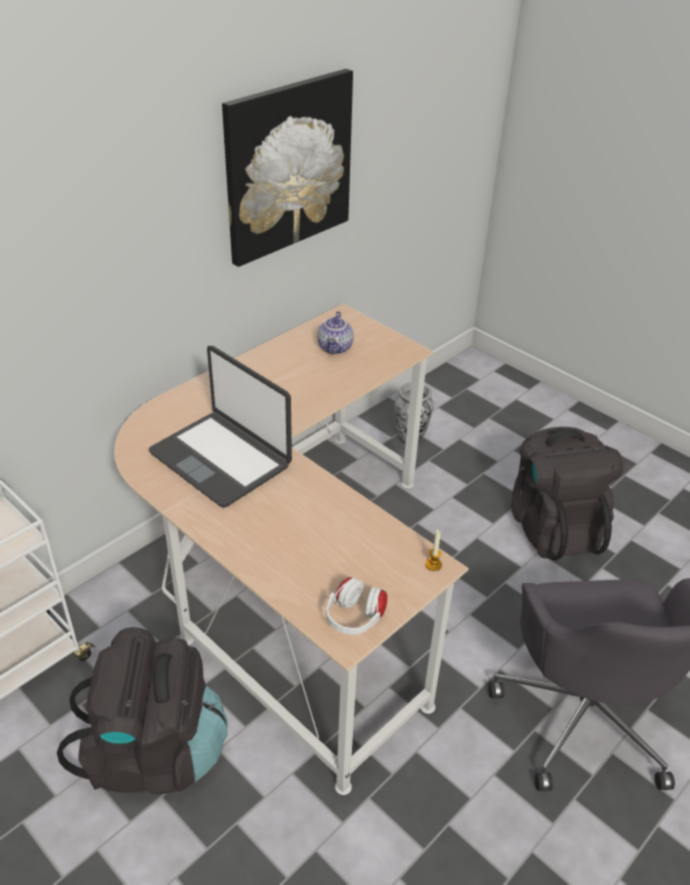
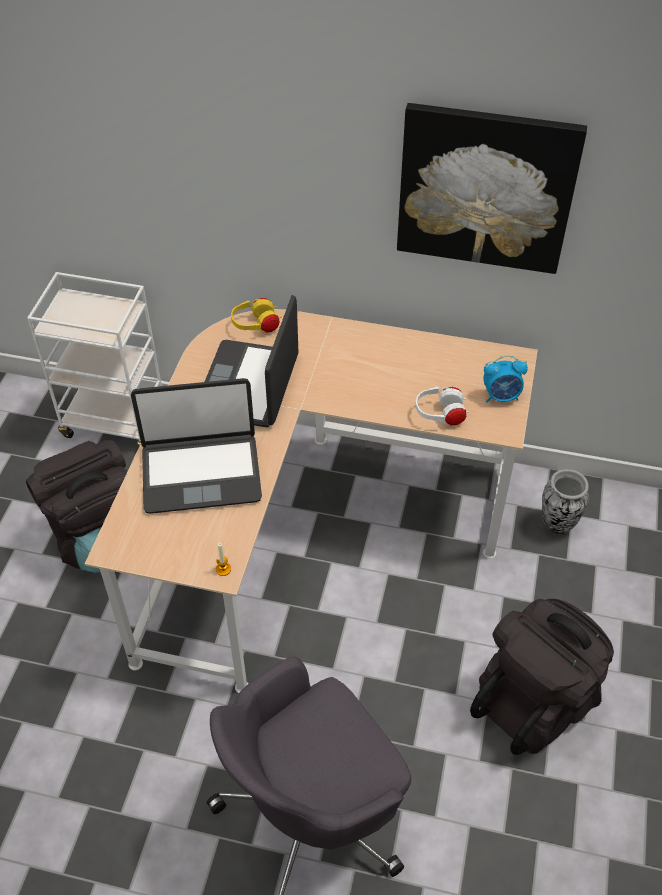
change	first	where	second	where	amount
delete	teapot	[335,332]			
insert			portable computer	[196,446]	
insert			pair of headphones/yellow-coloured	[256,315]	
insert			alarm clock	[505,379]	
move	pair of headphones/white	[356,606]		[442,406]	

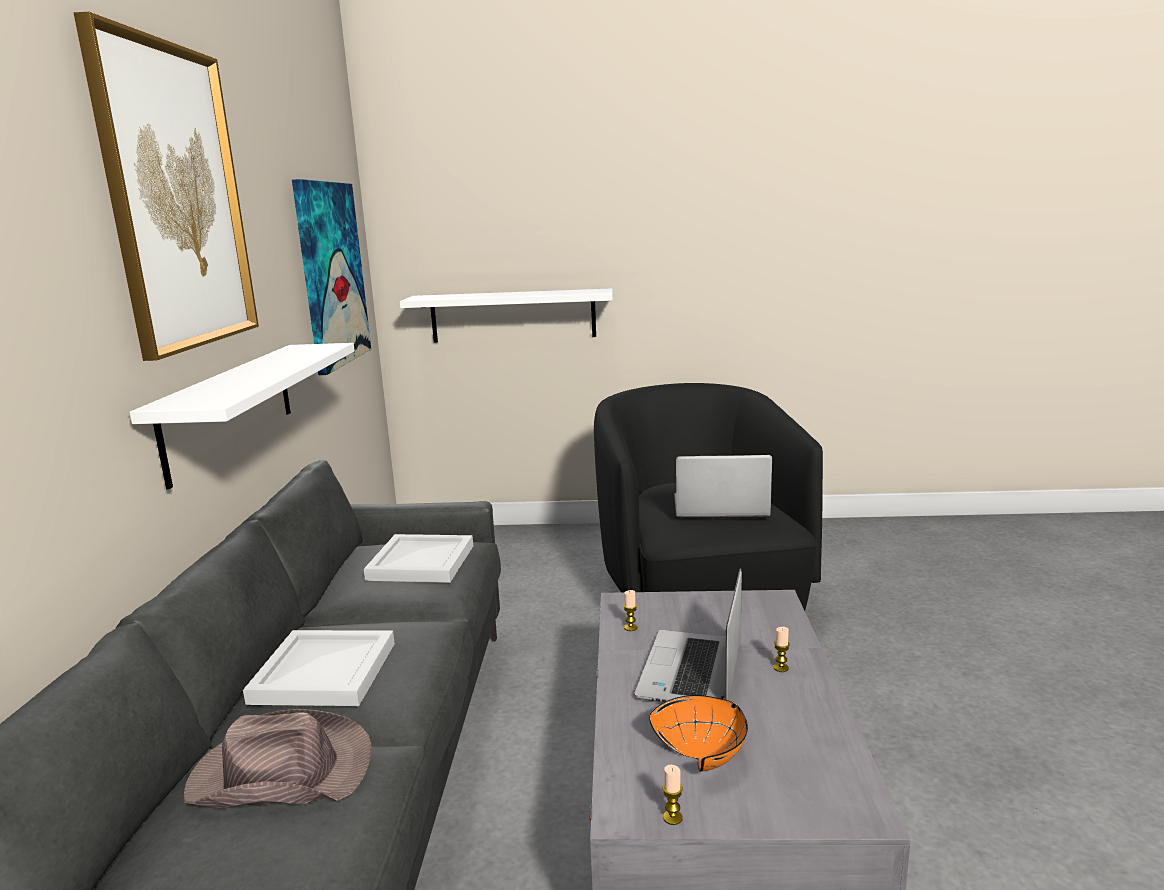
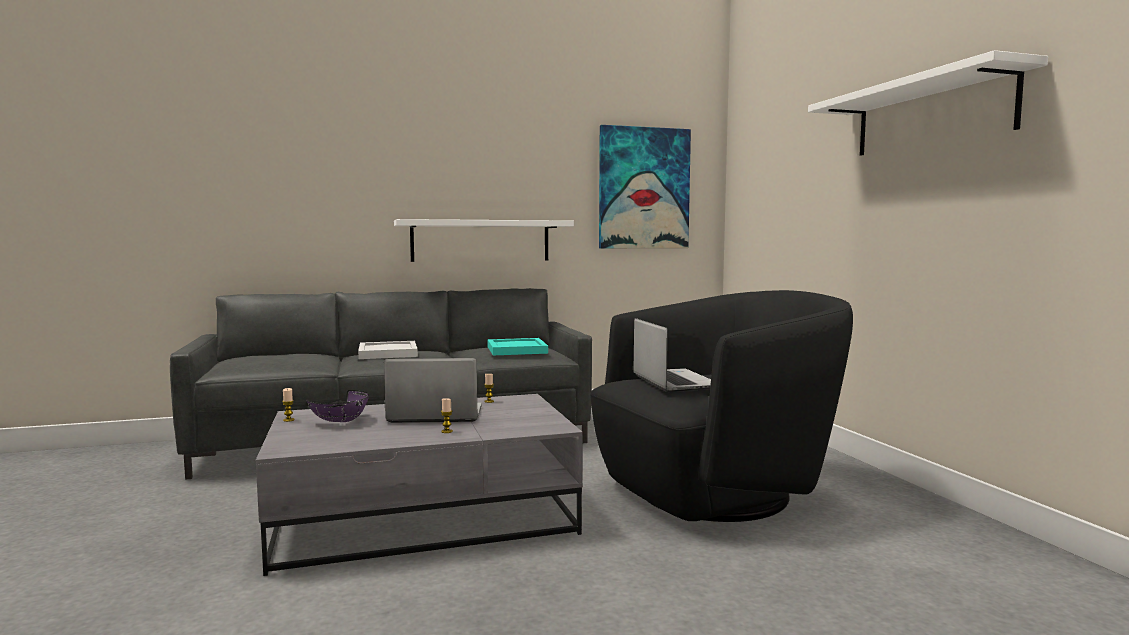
change	first	where	second	where	amount
delete	wall art	[166,186]			
delete	wearable hat/brown	[277,758]			
move	wall shelf/white	[506,315]		[928,103]	
recolor	carrying tray/white	[418,558]	carrying tray/blue-green	[517,346]	
recolor	serving bowl/orange	[698,733]	serving bowl/purple	[337,406]	

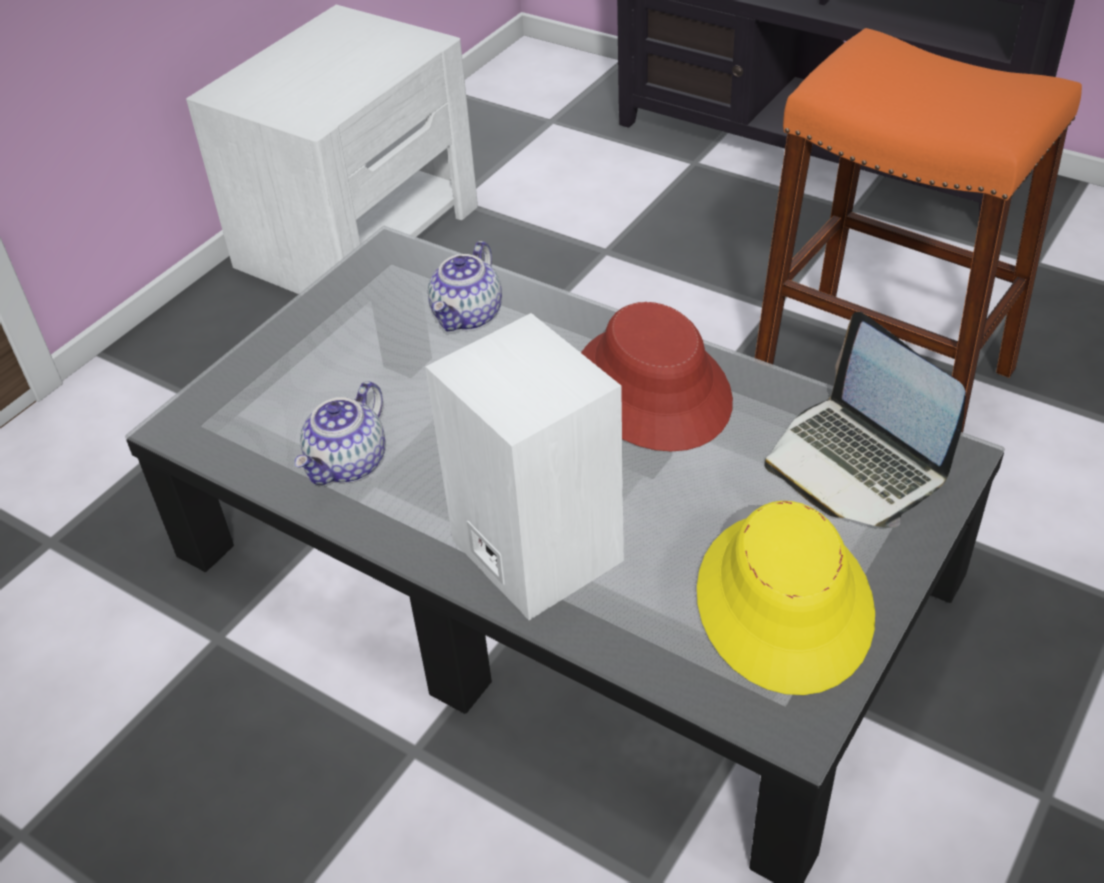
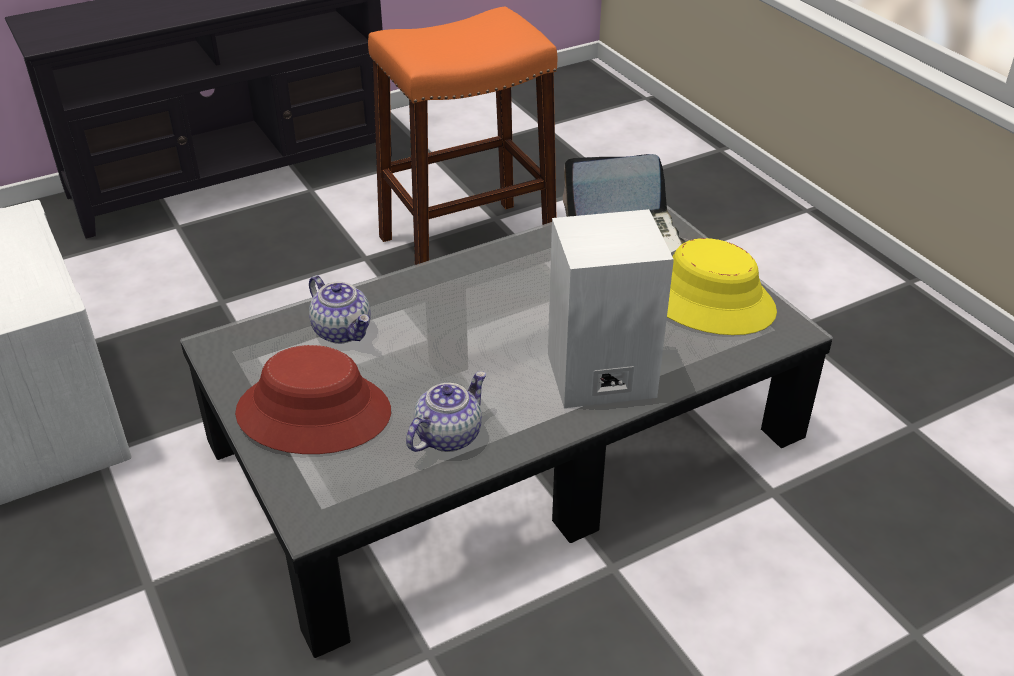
change	first	where	second	where	amount
move	wearable hat/red-coloured	[657,376]		[313,399]	
rotate	teapot	[340,433]		[446,411]	105 degrees counterclockwise

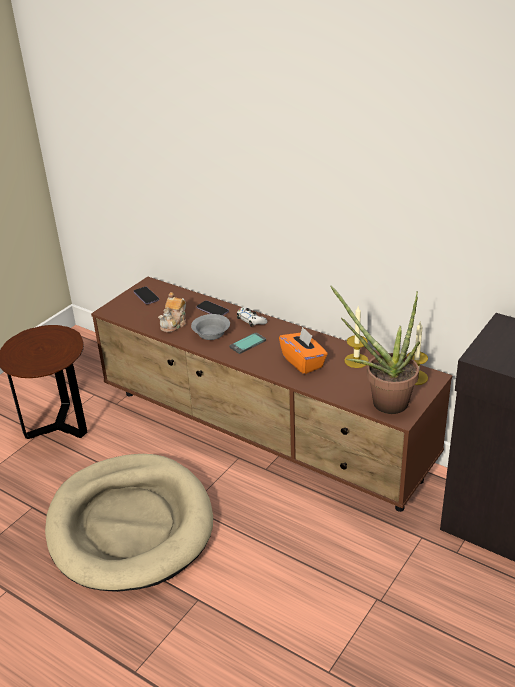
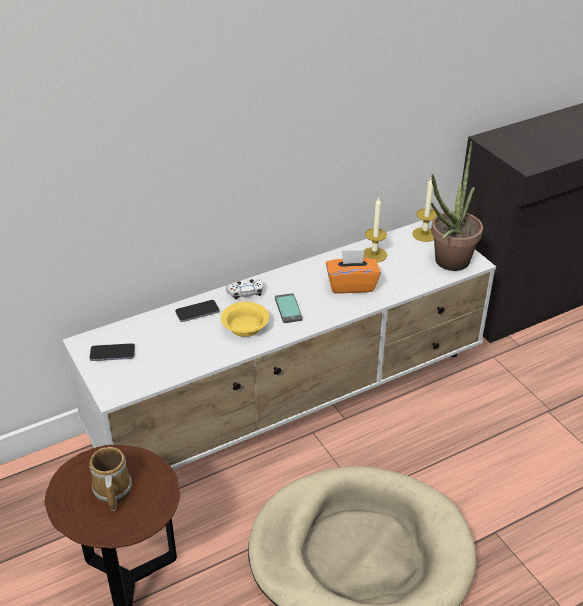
change	first	where	second	where	amount
delete	teapot	[172,312]			
insert			mug	[110,479]	
recolor	tv stand/brown	[272,394]	tv stand/white	[279,344]	
recolor	serving bowl/grey	[210,327]	serving bowl/yellow-coloured	[245,319]	

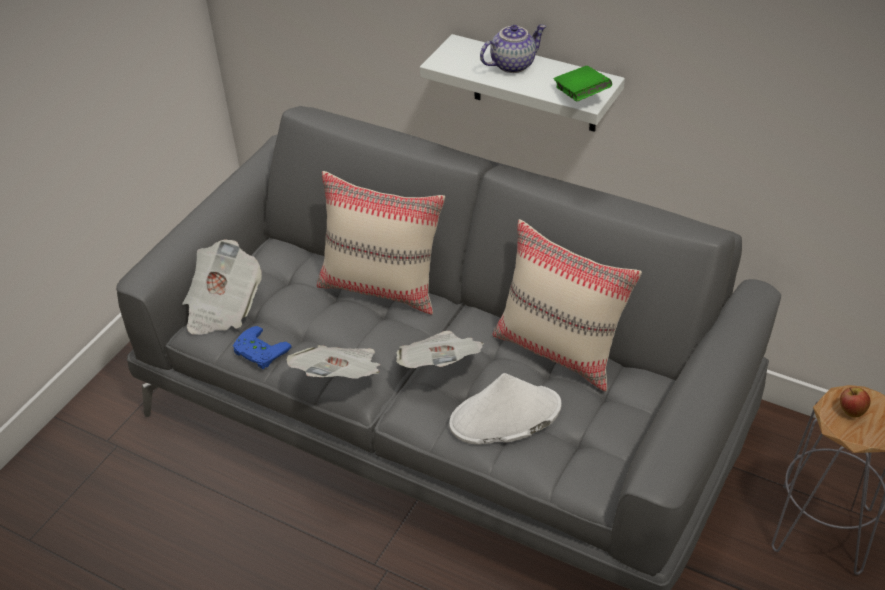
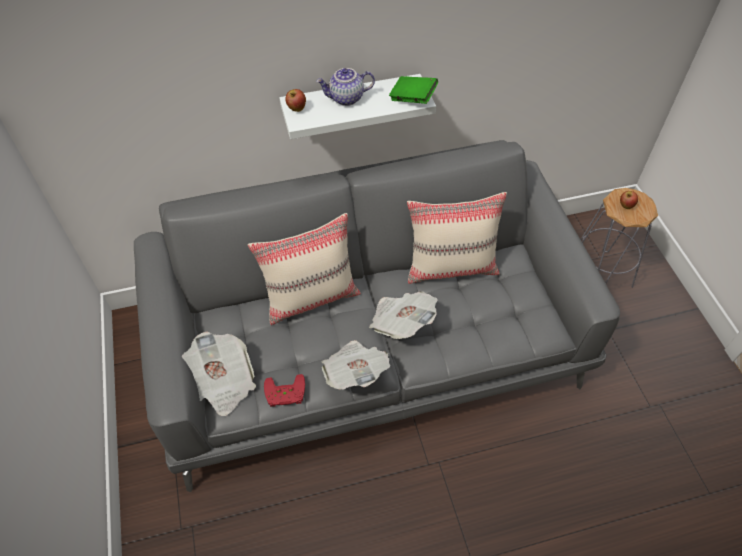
change	first	where	second	where	amount
delete	wearable hat/white	[505,409]			
insert			apple fruit	[295,100]	
recolor	game controller/blue-coloured	[262,347]	game controller/red-coloured	[284,390]	
rotate	teapot	[513,48]		[345,87]	120 degrees counterclockwise

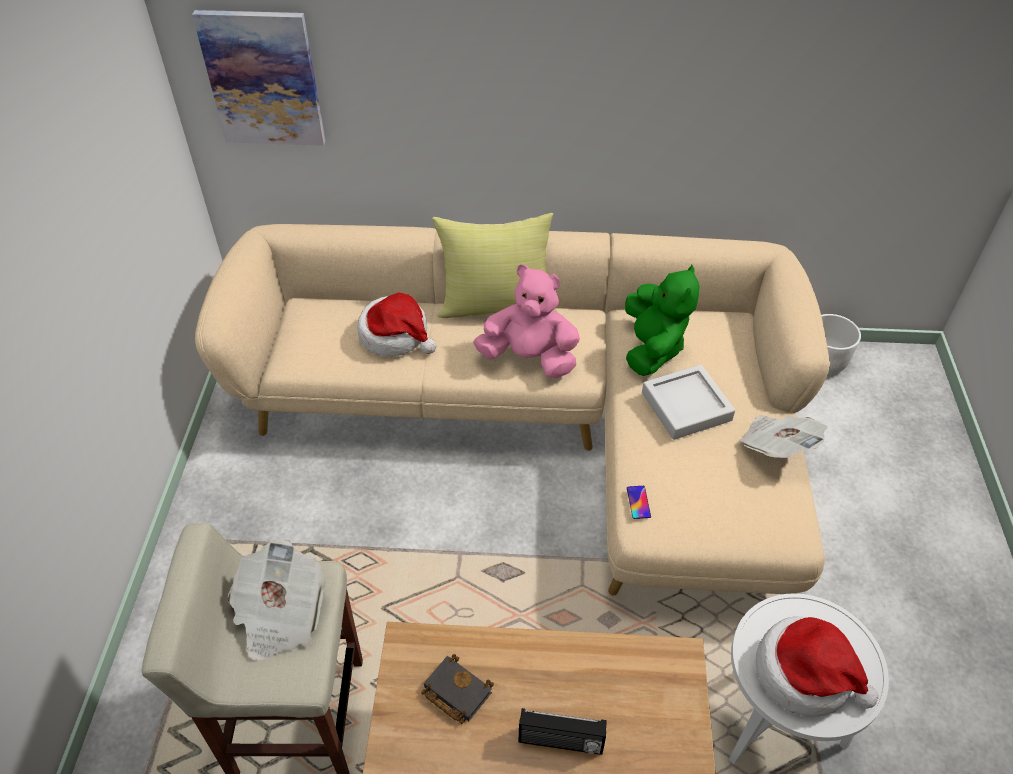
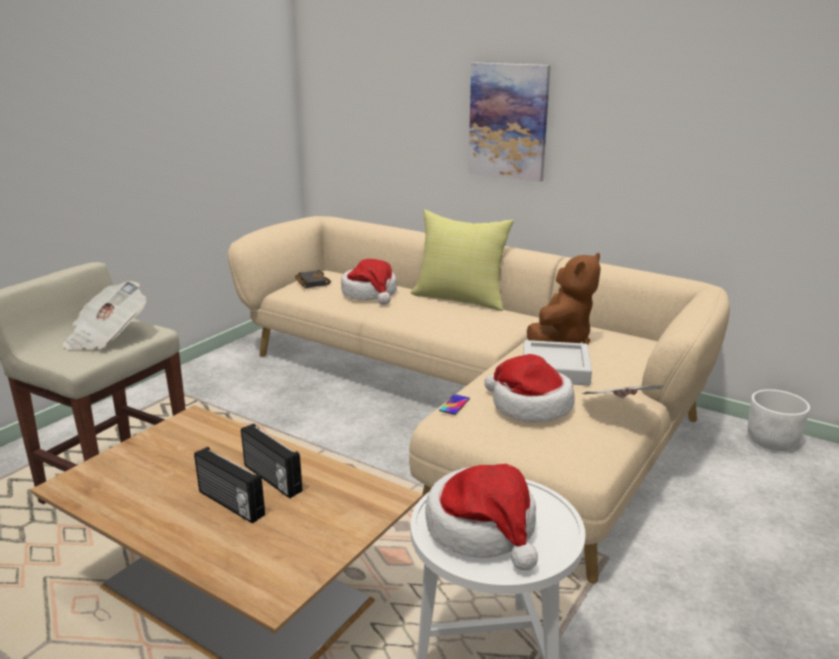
change	first	where	second	where	amount
delete	cuddly toy/pink-coloured	[526,321]			
insert			radio	[271,461]	
insert			wearable hat	[529,388]	
move	wall art	[258,78]		[509,122]	
move	bound book/black-coloured	[457,689]		[313,279]	
recolor	cuddly toy/green-coloured	[662,320]	cuddly toy/brown	[564,298]	

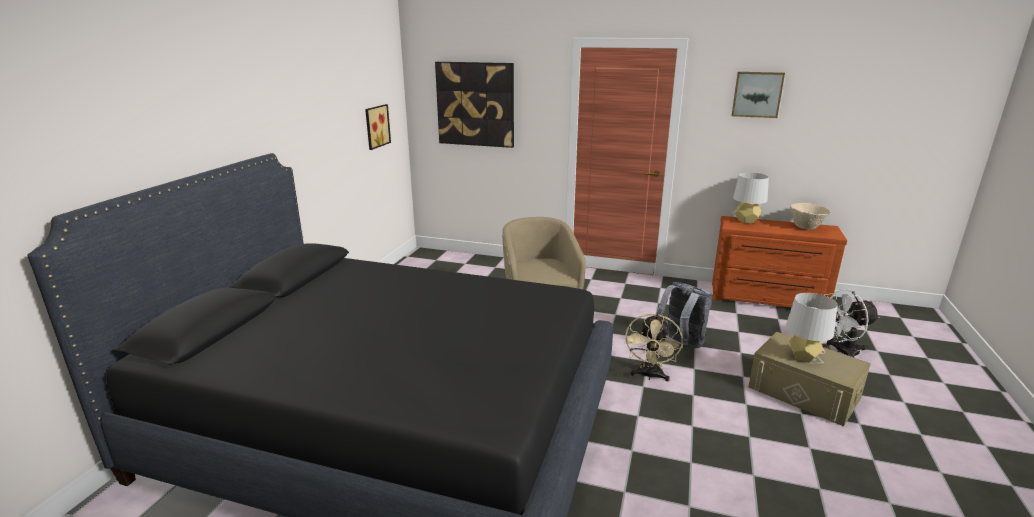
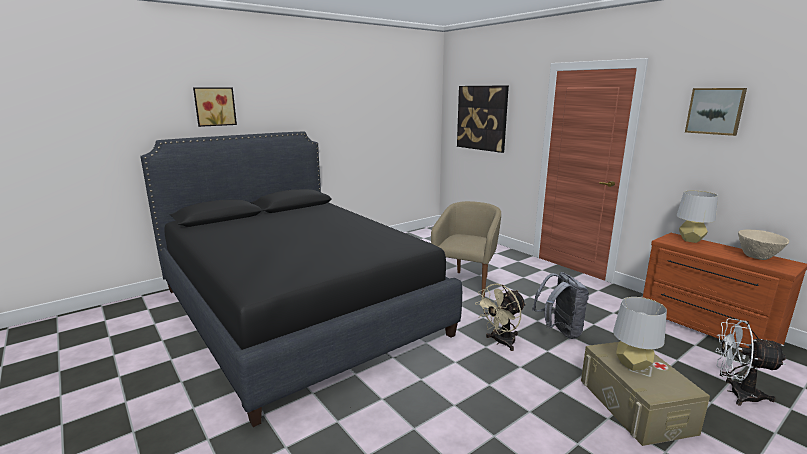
change	first	where	second	where	amount
move	wall art	[378,127]		[215,107]	

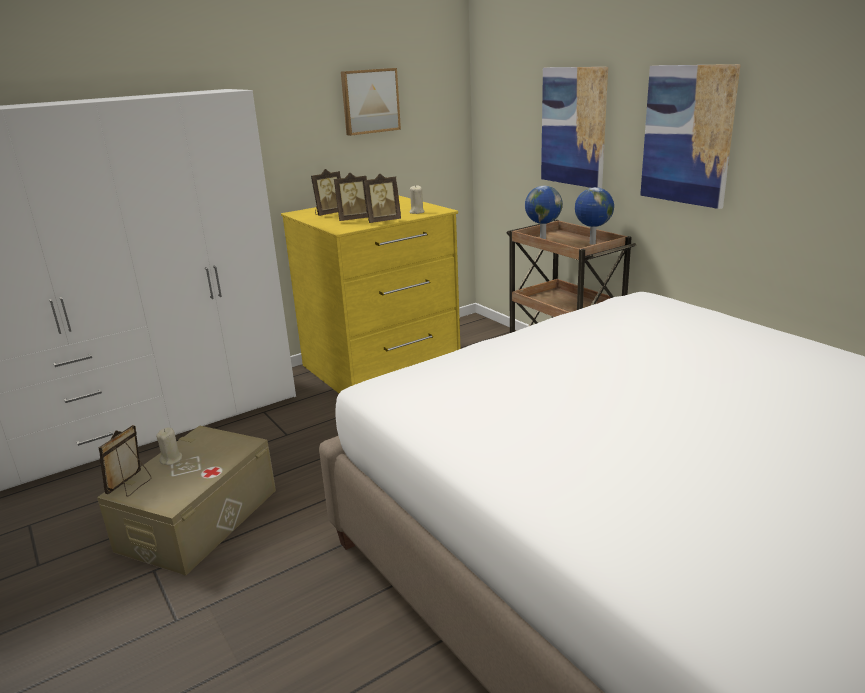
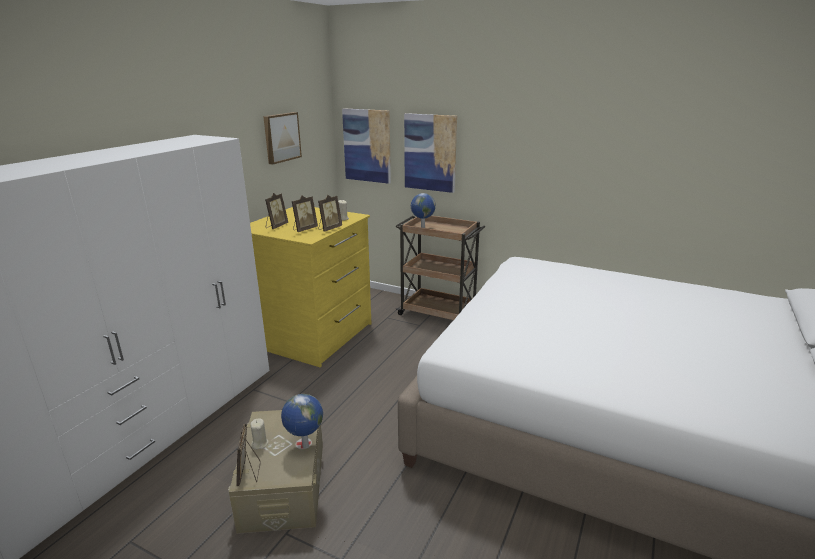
change	first	where	second	where	amount
move	world globe	[594,216]		[302,421]	
move	wall art	[690,136]		[366,146]	

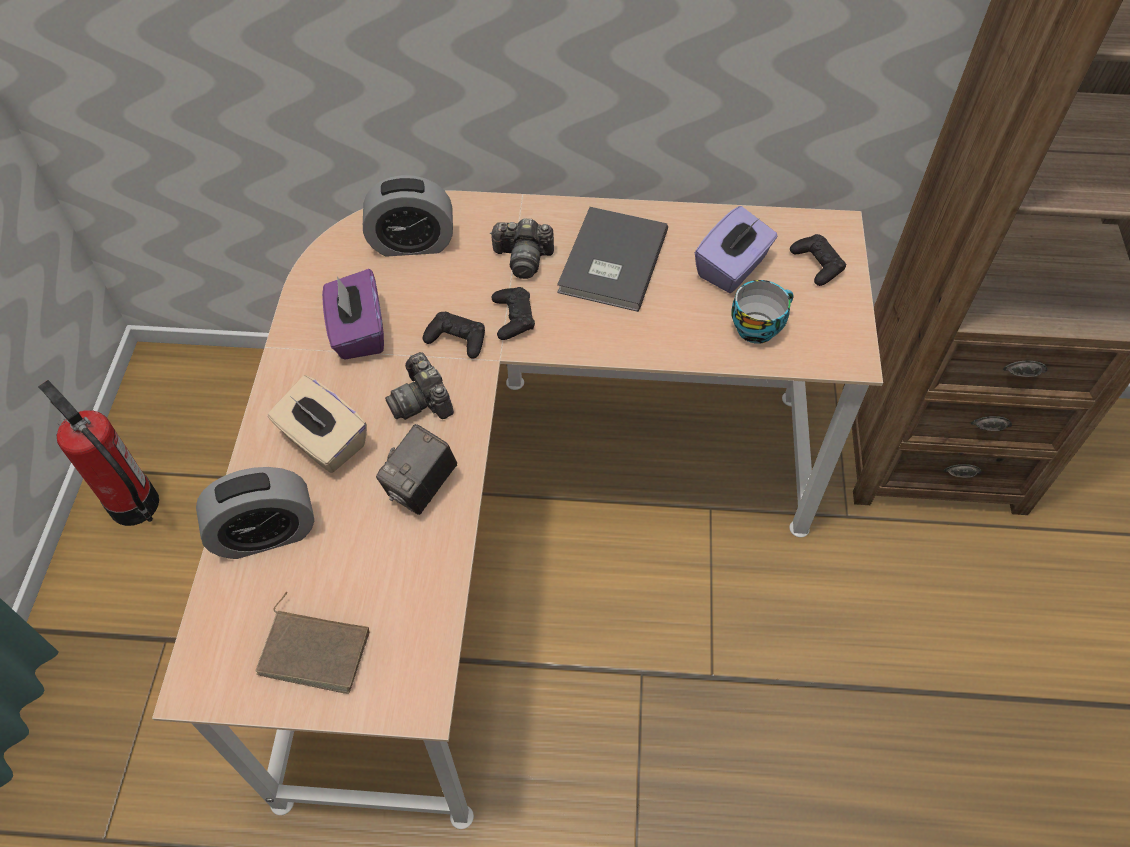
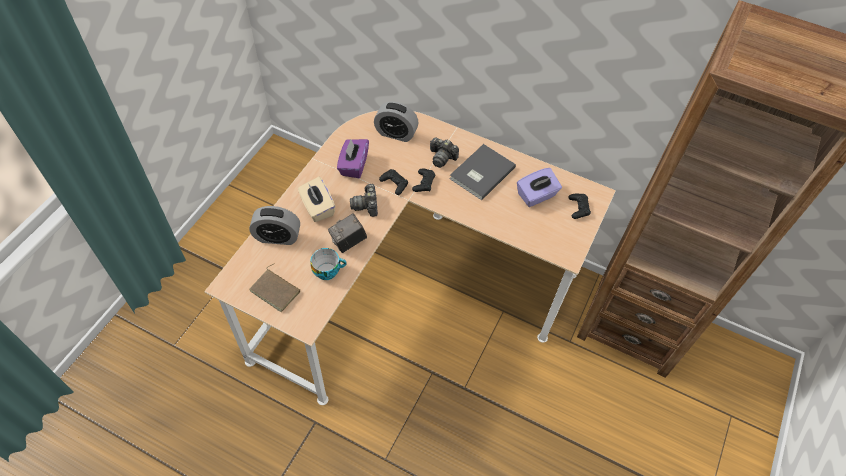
change	first	where	second	where	amount
delete	fire-fighting cylinder	[98,453]			
move	cup	[762,312]		[328,264]	

